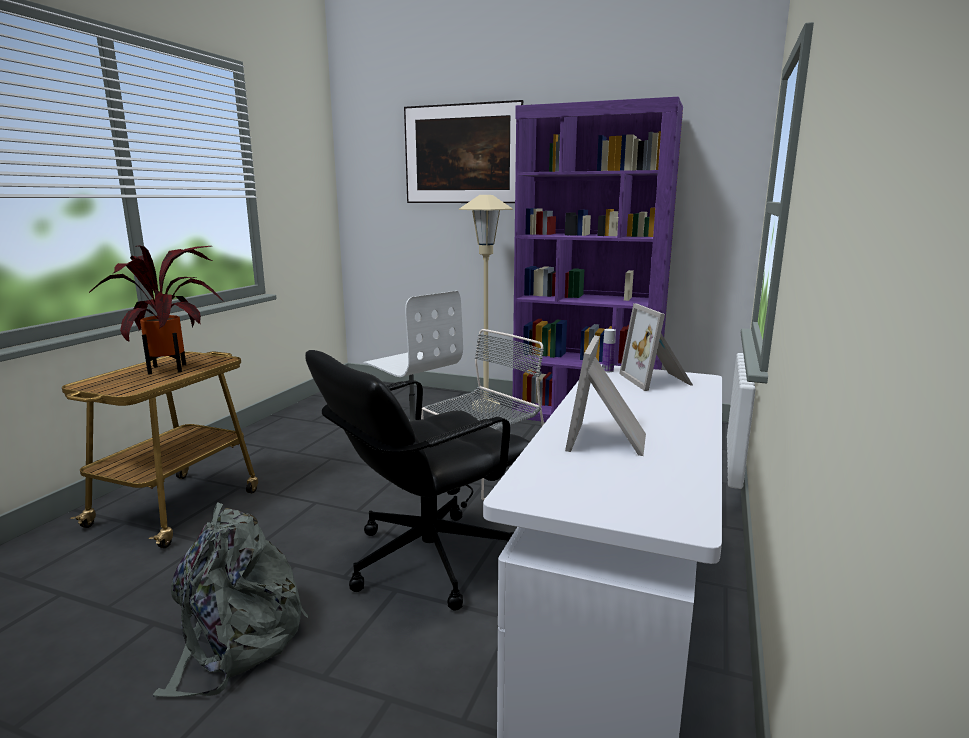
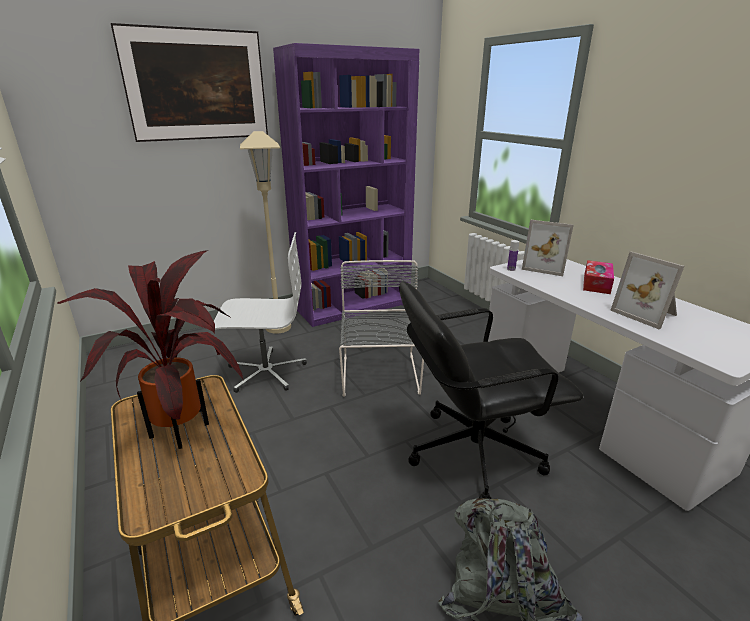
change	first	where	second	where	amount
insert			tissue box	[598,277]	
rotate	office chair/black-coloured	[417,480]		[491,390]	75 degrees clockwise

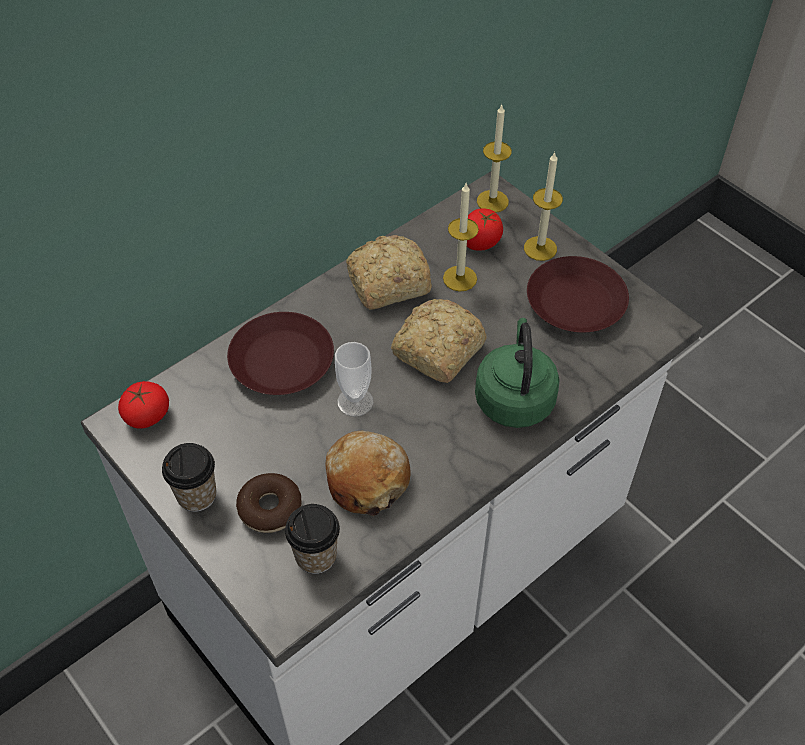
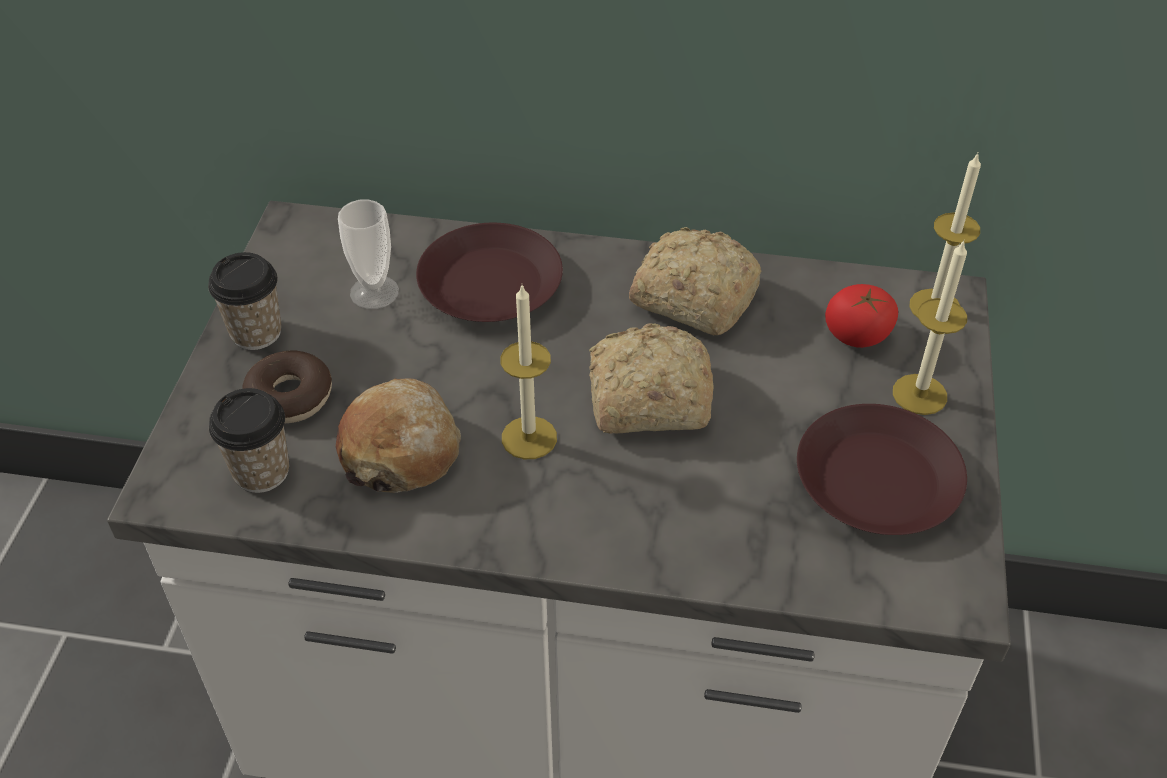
change	first	where	second	where	amount
delete	tomato	[143,404]			
delete	kettle/green-coloured	[517,373]			
move	cup	[354,379]		[368,254]	
move	candle	[461,237]		[529,372]	

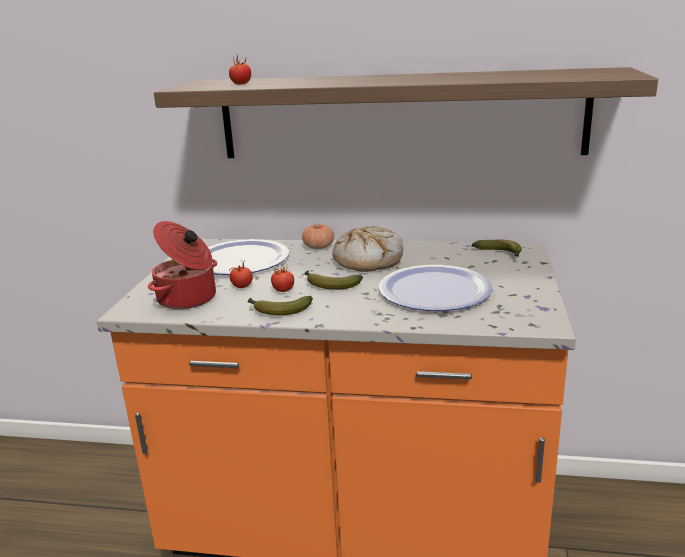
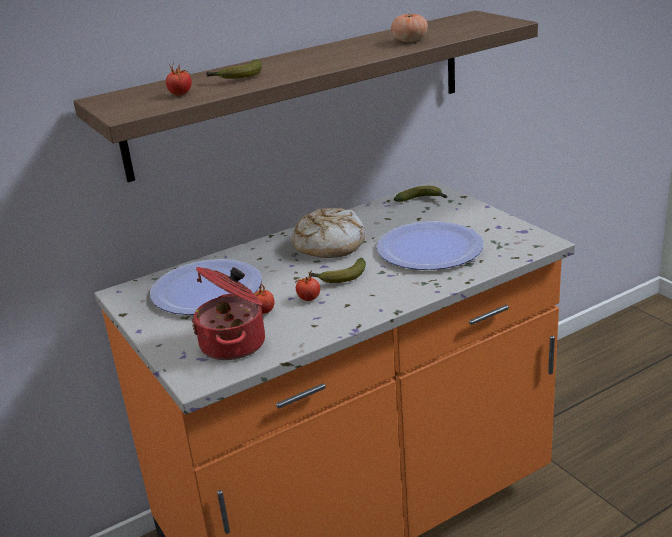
change	first	where	second	where	amount
move	whole banana	[280,305]		[234,69]	
move	tomato	[318,236]		[409,28]	

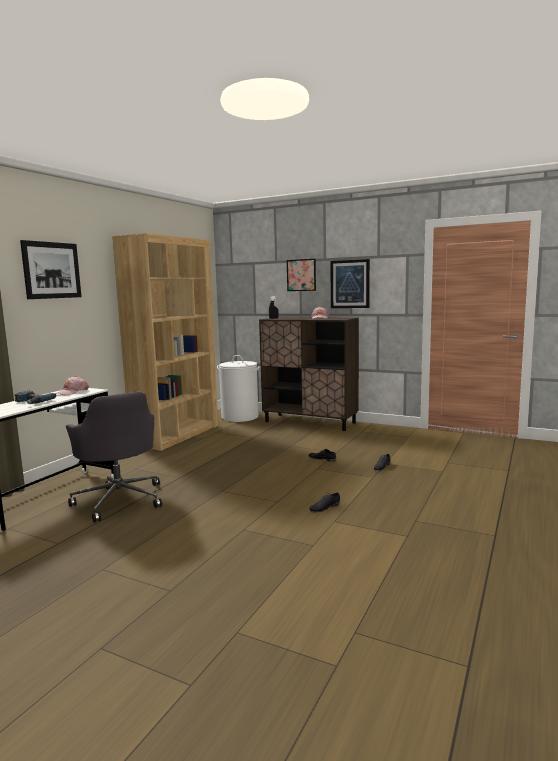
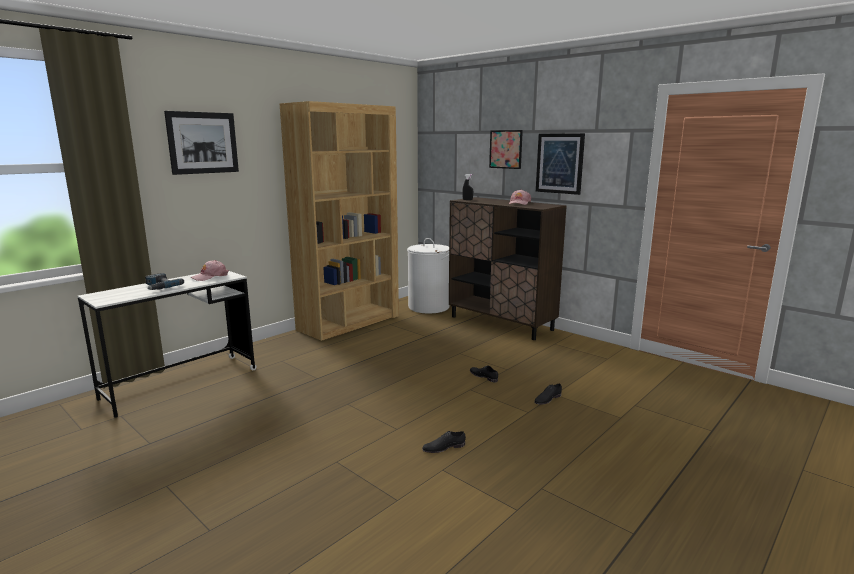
change	first	where	second	where	amount
delete	office chair/grey	[114,456]			

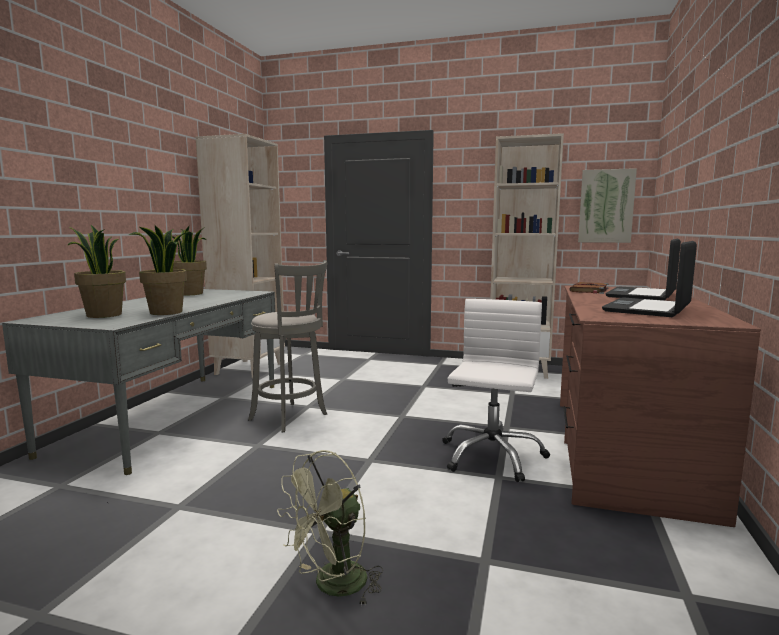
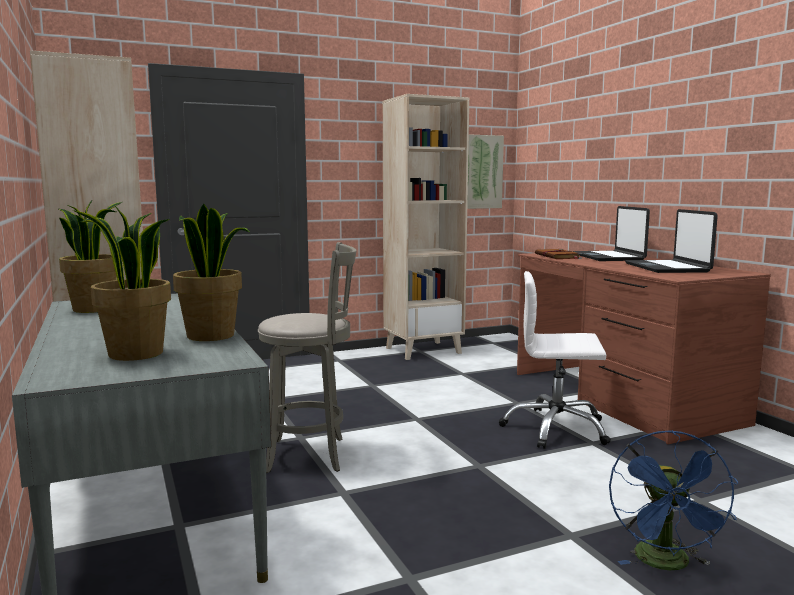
change	first	where	second	where	amount
recolor	cooling fan/green-coloured	[330,527]	cooling fan/blue-coloured	[673,500]	
rotate	office chair/white	[496,390]		[555,360]	60 degrees counterclockwise

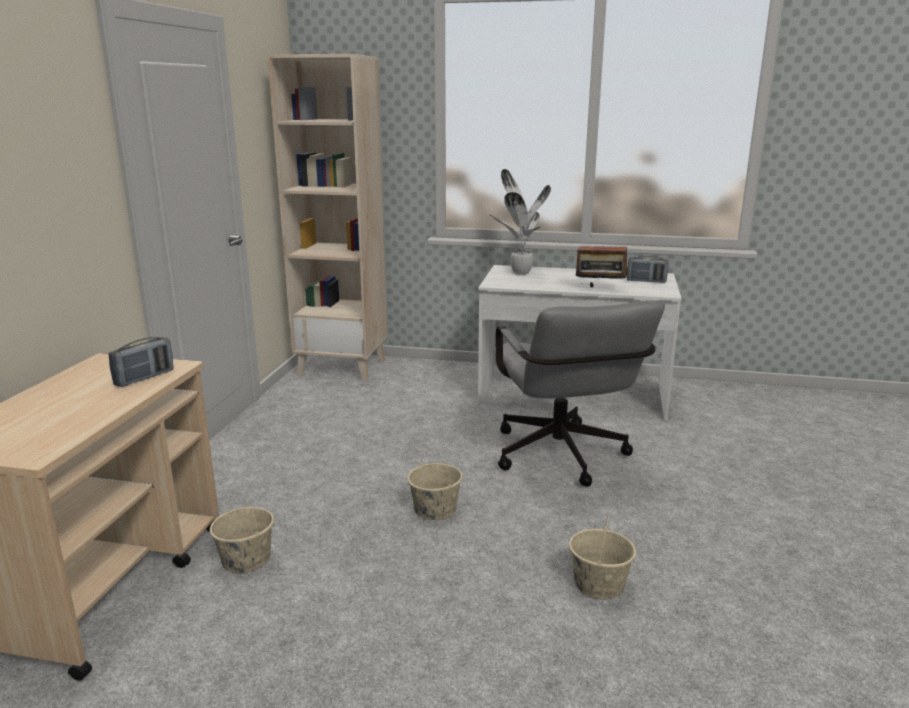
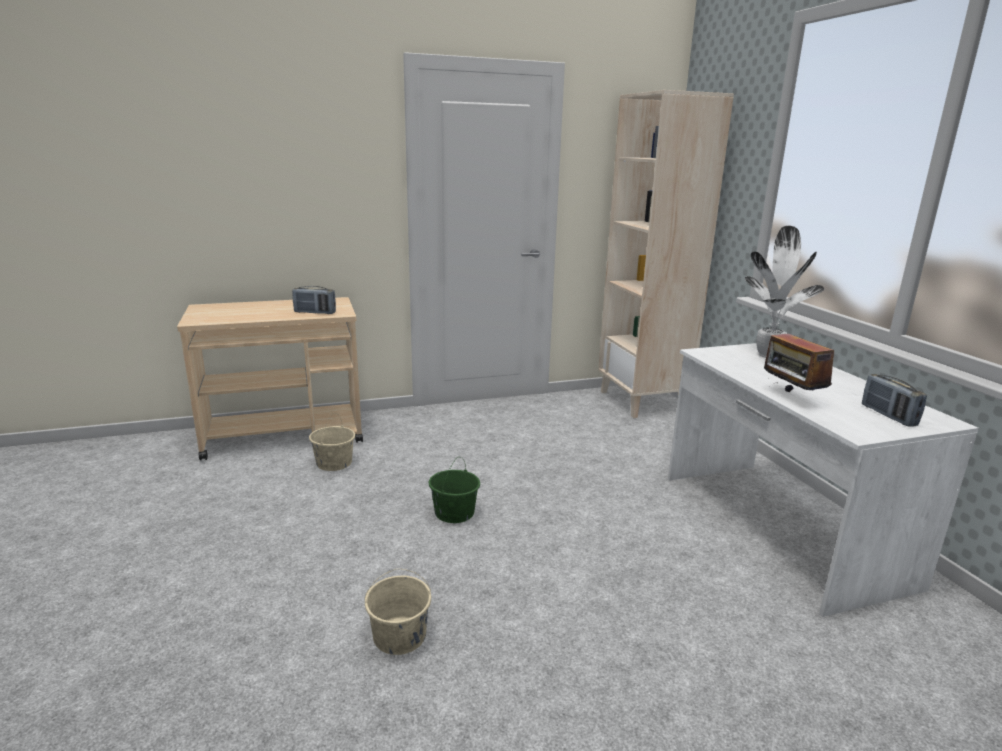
change	first	where	second	where	amount
delete	office chair/grey	[579,393]			
recolor	water bucket/beige	[435,484]	water bucket/green-coloured	[454,490]	

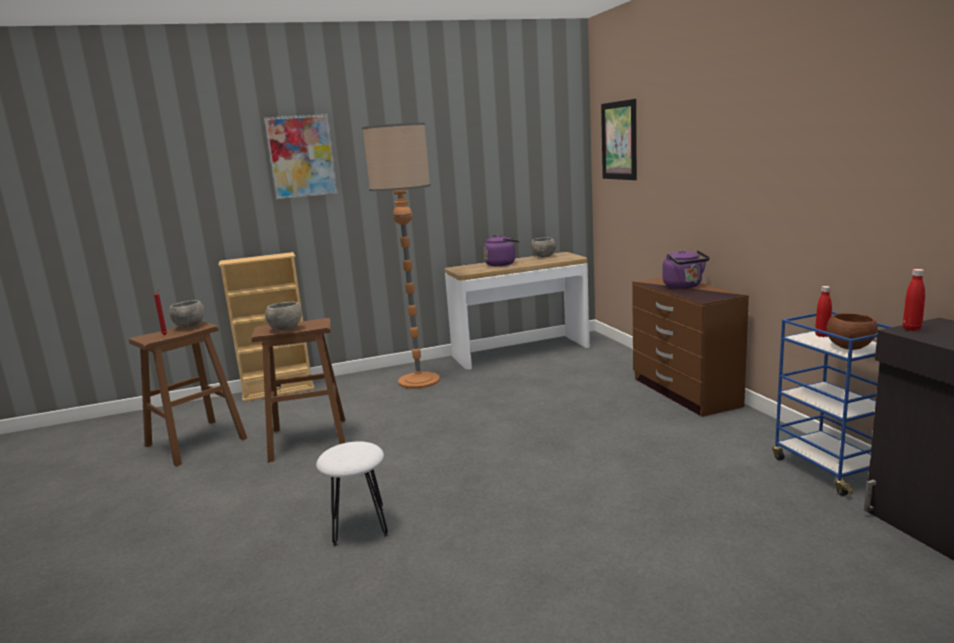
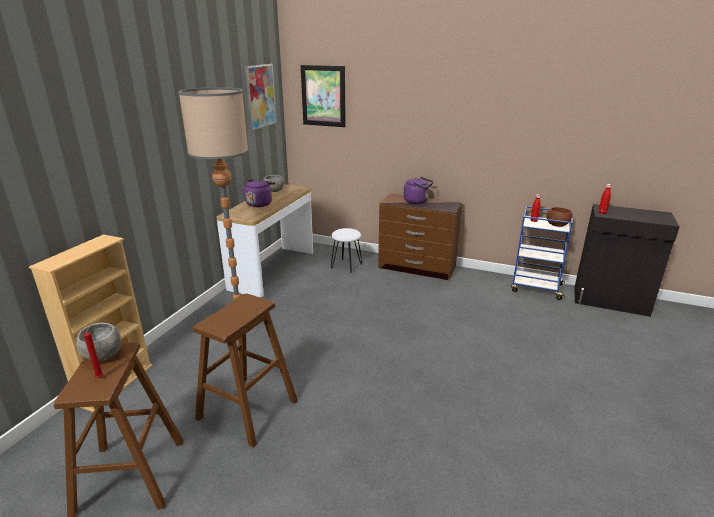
change	first	where	second	where	amount
delete	serving bowl/grey	[283,316]			
move	wall art	[301,156]		[261,97]	
move	stool seat/white	[352,493]		[346,250]	

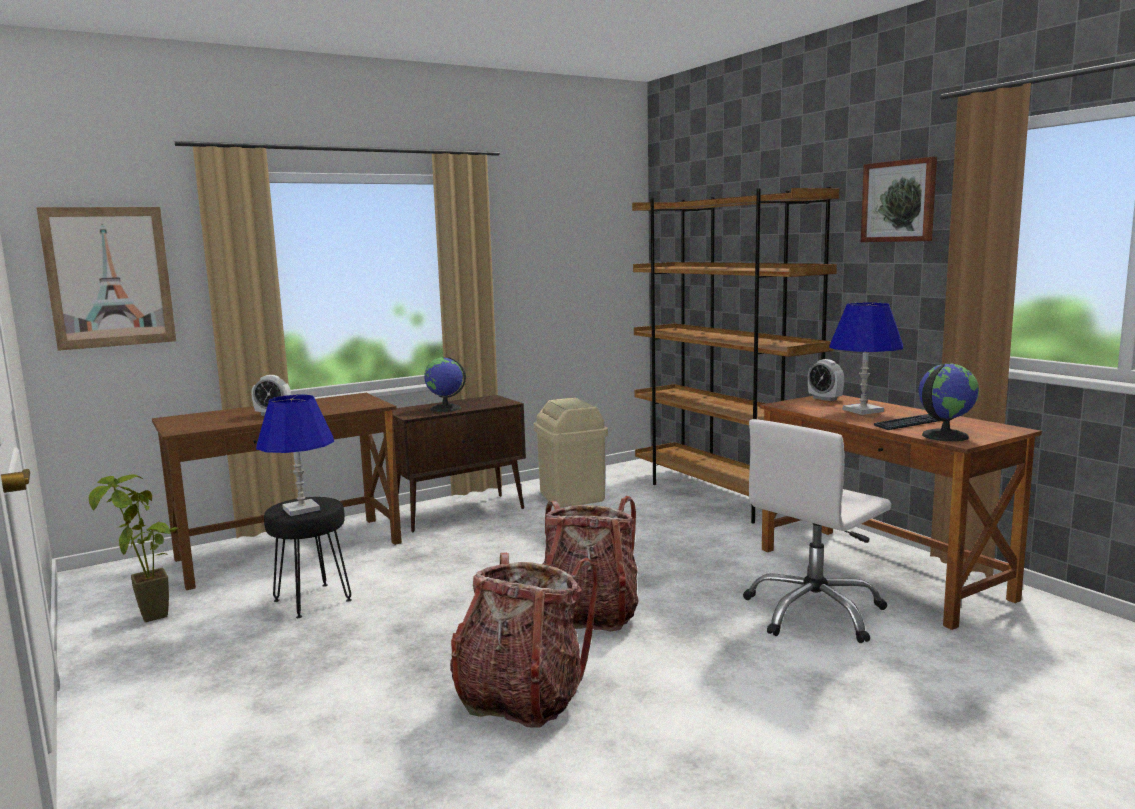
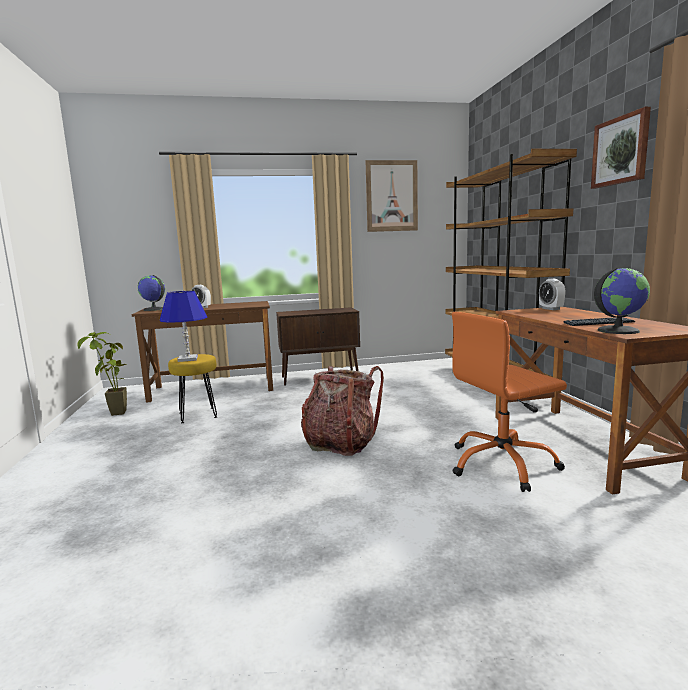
change	first	where	second	where	amount
delete	backpack	[524,640]			
delete	waste bin/beige	[571,452]			
delete	lamp for a table/blue-coloured	[866,359]			
move	wall art	[106,279]		[392,196]	
move	world globe	[445,384]		[151,293]	
recolor	stool seat/black-coloured	[308,557]	stool seat/yellow-coloured	[192,388]	
recolor	office chair/white	[817,531]	office chair/orange	[509,402]	

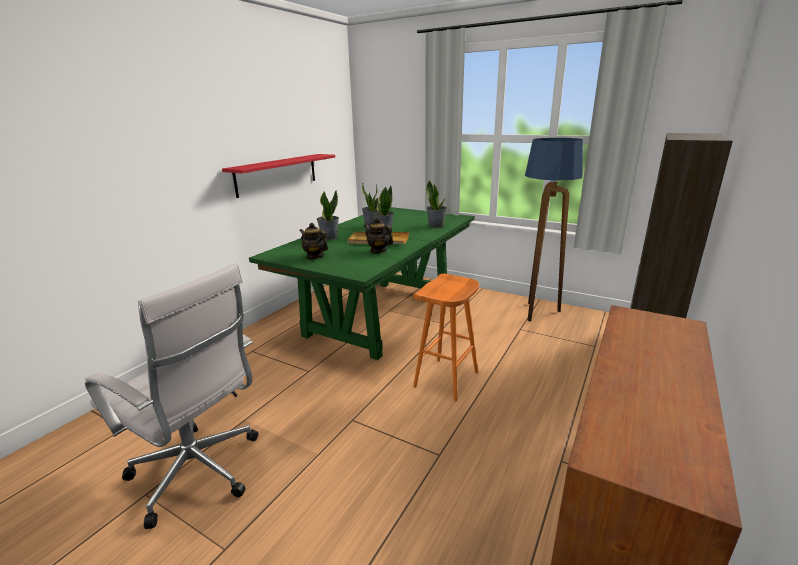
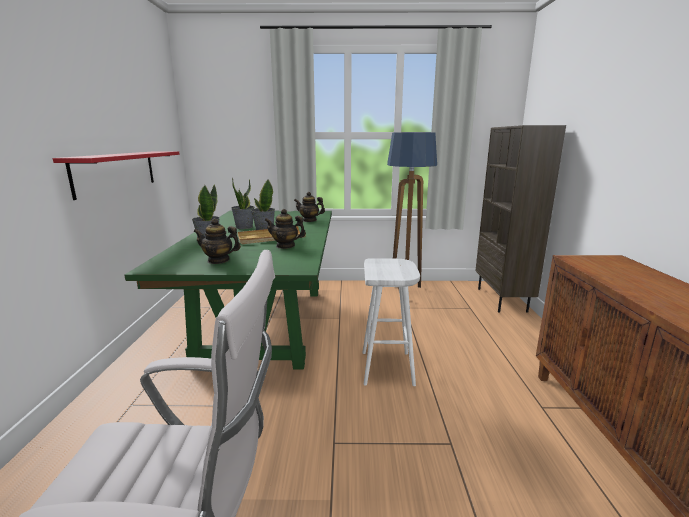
change	first	where	second	where	amount
replace	houseplant	[436,204]	teapot	[309,207]	
recolor	stool seat/orange	[446,337]	stool seat/white	[391,322]	

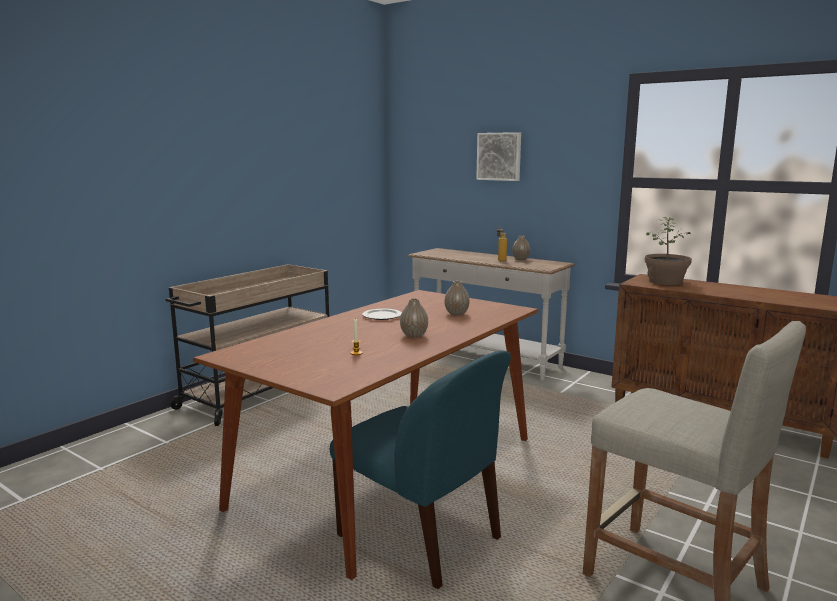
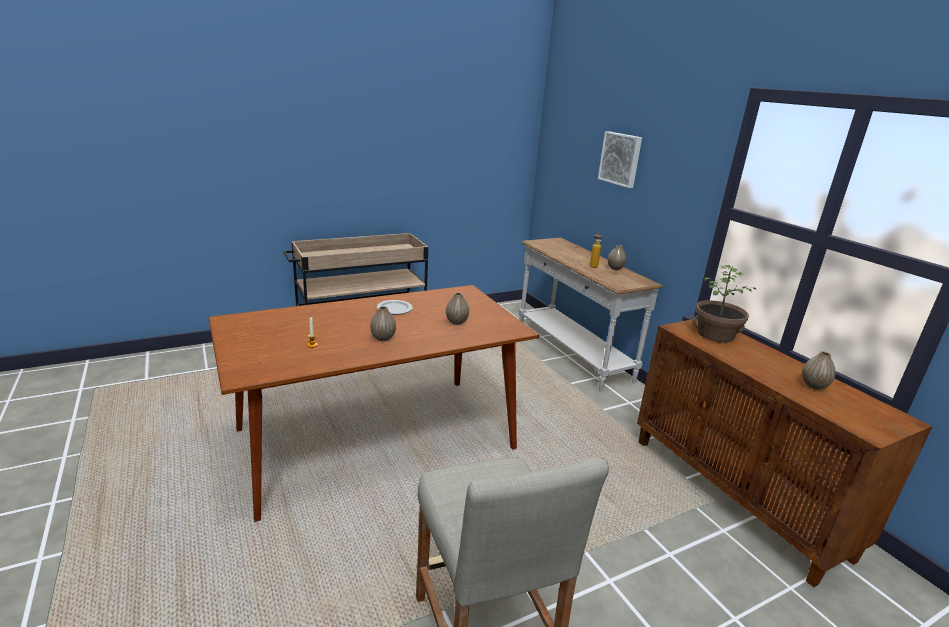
change	first	where	second	where	amount
delete	chair/blue-coloured	[420,470]			
insert			decorative vase	[819,370]	

